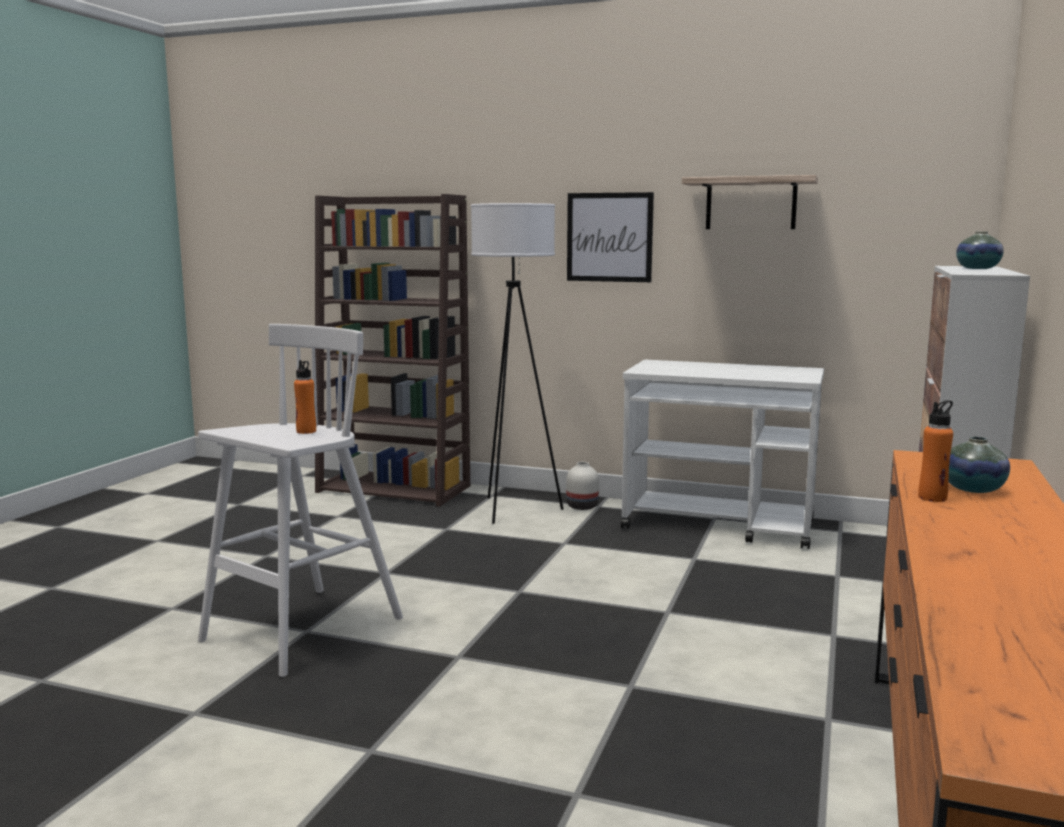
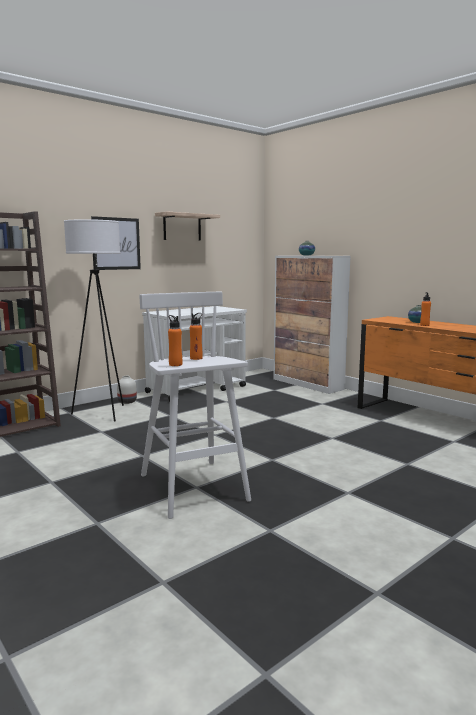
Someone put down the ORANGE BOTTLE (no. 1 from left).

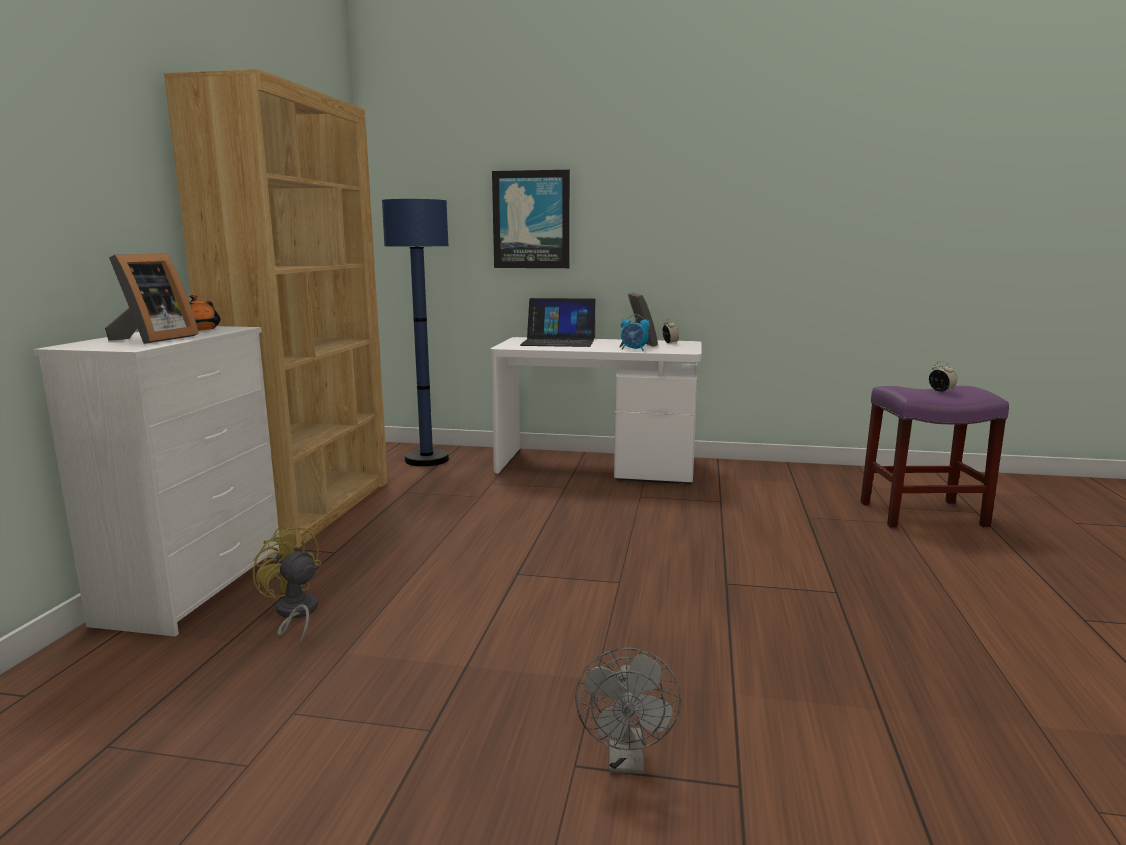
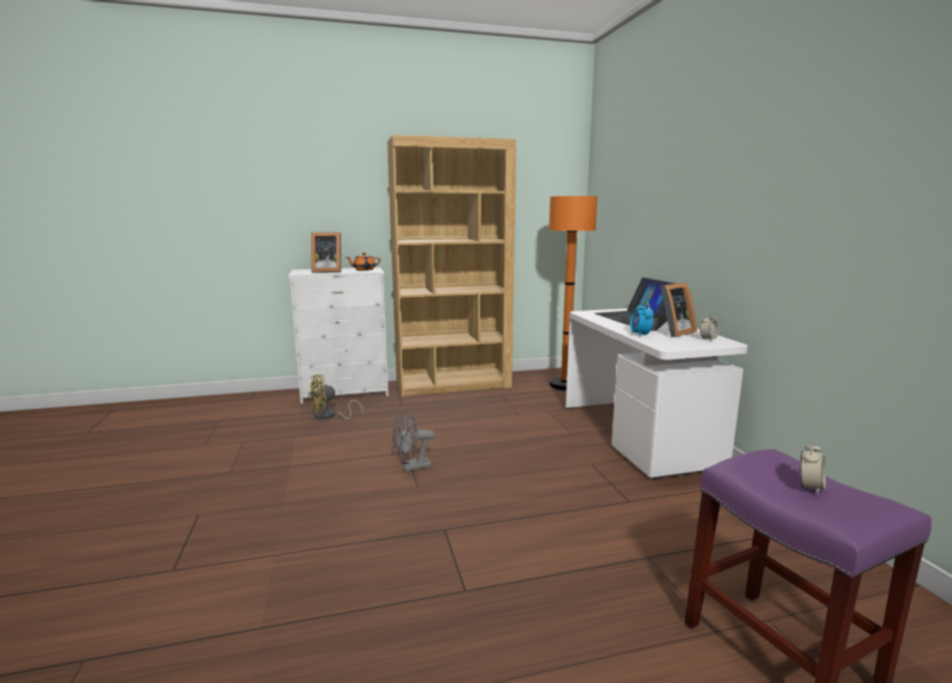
Someone rotated the YELLOW FAN by 135 degrees counterclockwise.
Someone repainted the BLUE FLOOR LAMP, which became the ORANGE FLOOR LAMP.
Someone took away the PICTURE.
Someone carried the GREY FAN.

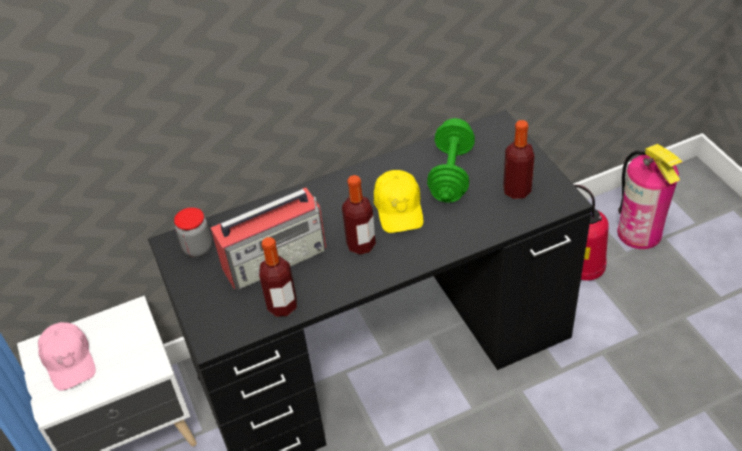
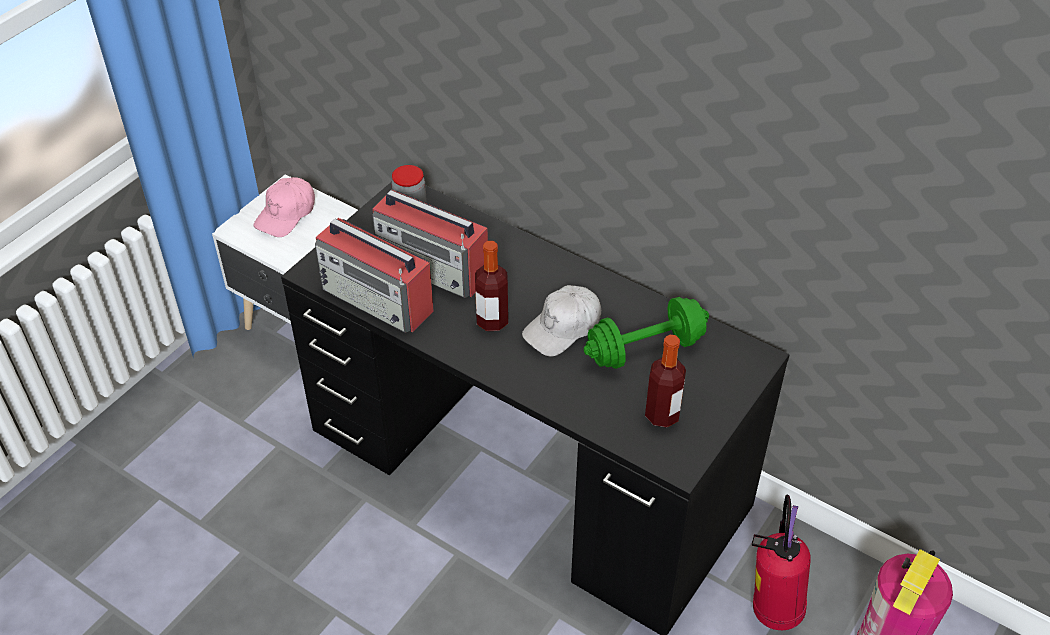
Someone swapped the BOTTLE (no. 1 from left) for the RADIO (no. 1 from left).
Someone repainted the YELLOW CAP, which became the WHITE CAP.

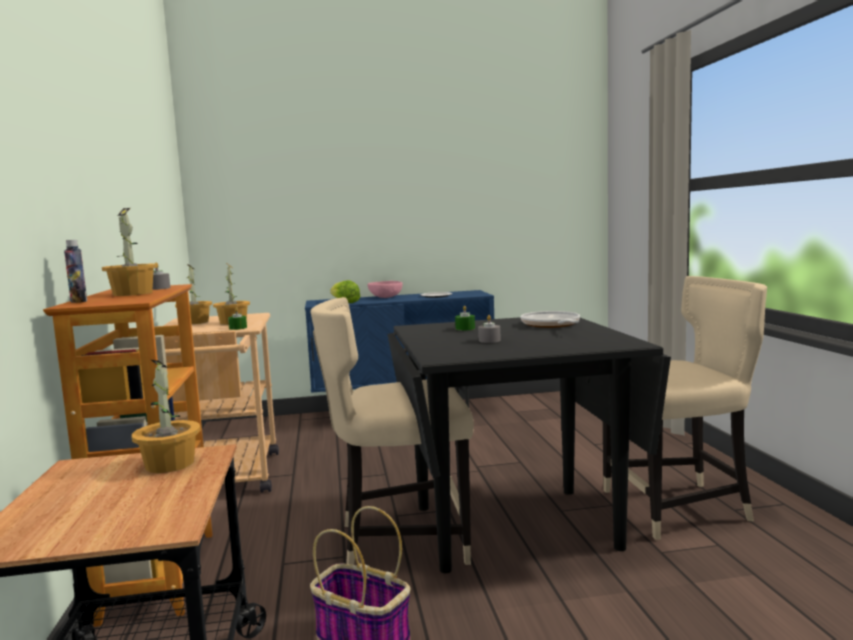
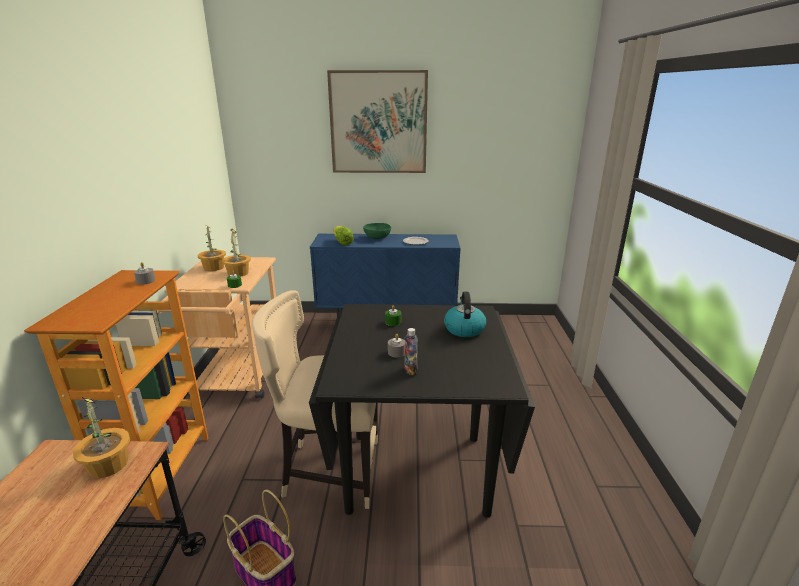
Someone carried the BOTTLE.
Someone took away the POTTED PLANT (no. 1 from left).
Someone repainted the PINK BOWL, which became the GREEN BOWL.
Someone swapped the FRYING PAN for the KETTLE.
Someone took away the BEIGE CHAIR (no. 2 from left).
Someone put up the PICTURE.

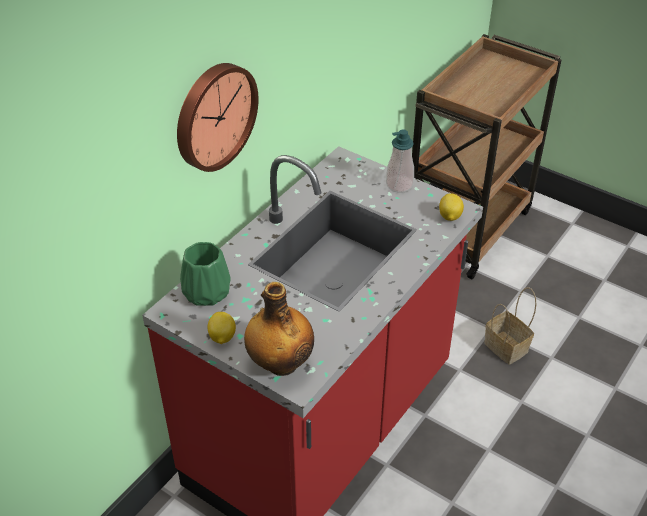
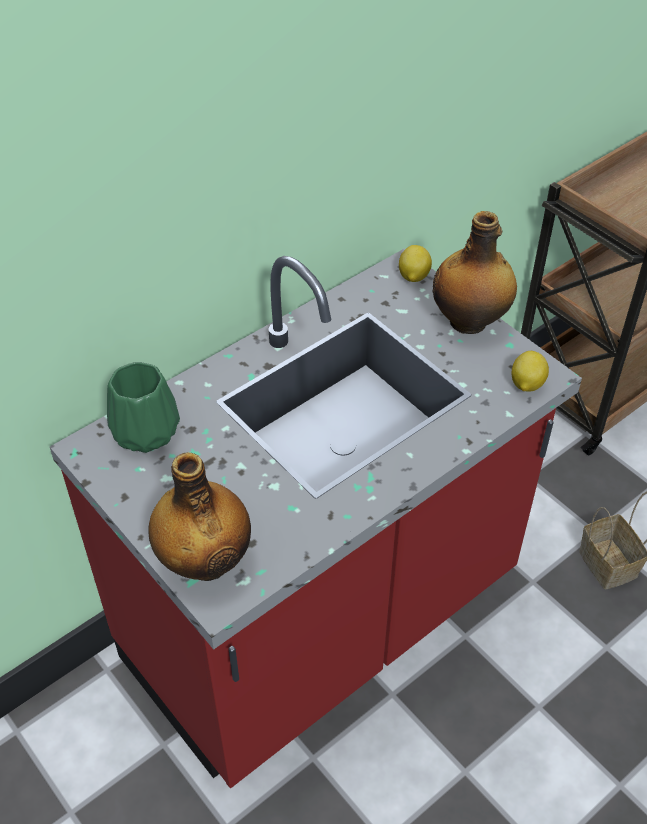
Someone took away the WALL CLOCK.
Someone carried the LEMON (no. 1 from left).
Someone swapped the SOAP DISPENSER for the BOTTLE (no. 2 from left).

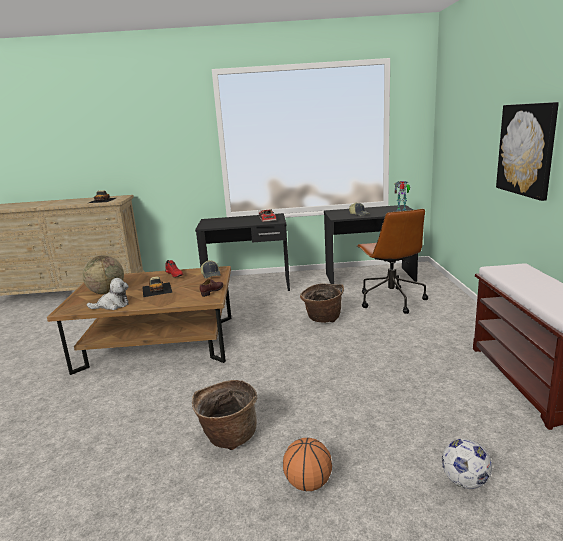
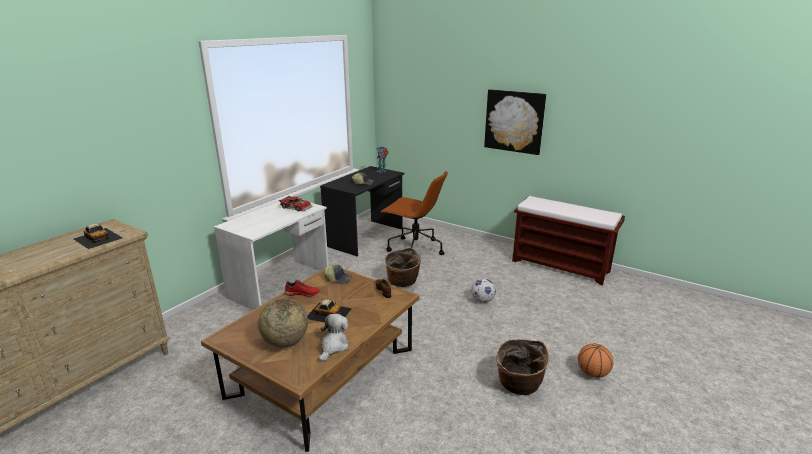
Someone repainted the BLACK DESK (no. 1 from left), which became the WHITE DESK.
Someone carried the FOOTBALL.

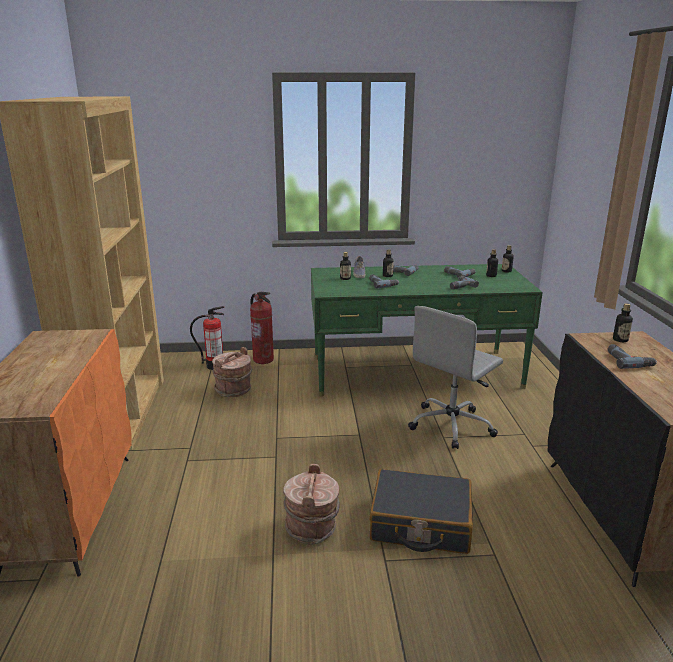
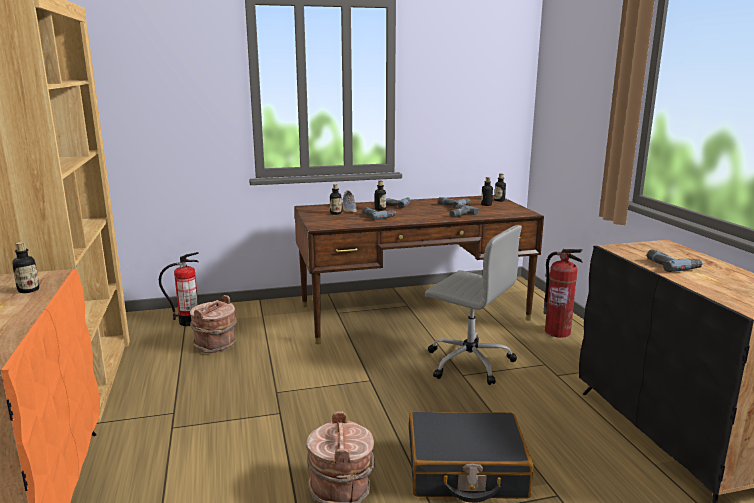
Someone carried the FIRE EXTINGUISHER (no. 2 from left).
Someone repainted the GREEN DESK, which became the BROWN DESK.
Someone rotated the GREY OFFICE CHAIR by 90 degrees counterclockwise.
Someone carried the BOTTLE (no. 5 from left in the first image).

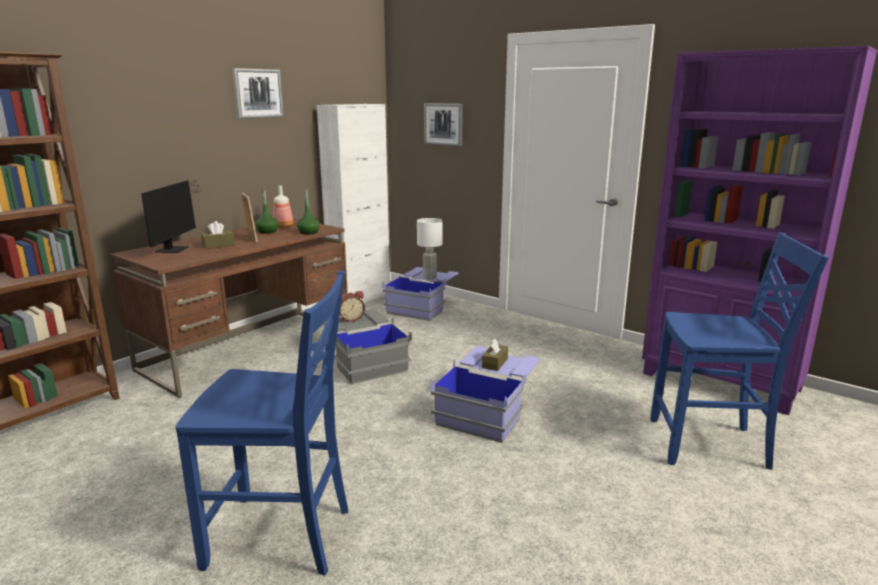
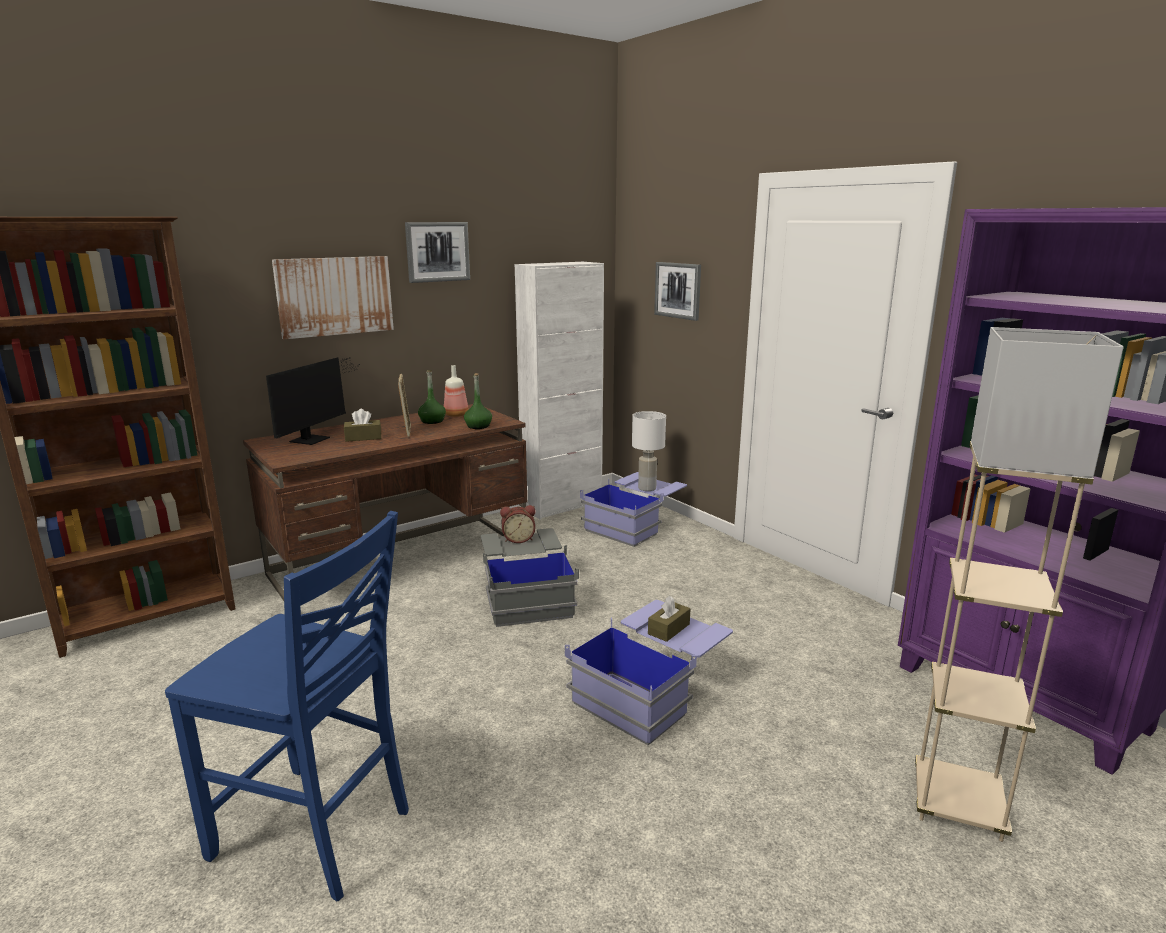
Someone swapped the BLUE CHAIR (no. 2 from left) for the BEIGE FLOOR LAMP.
Someone put up the PICTURE (no. 1 from left).

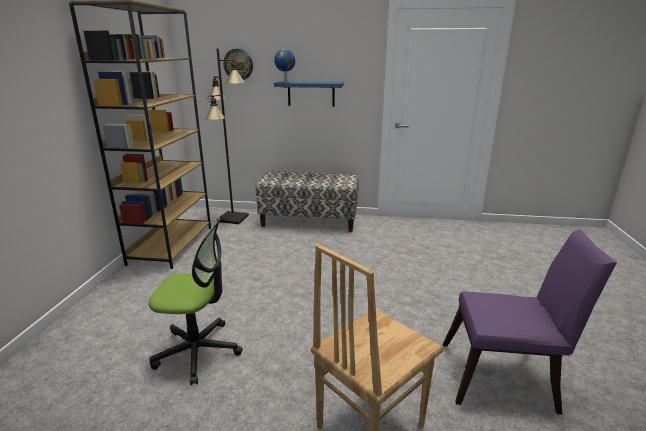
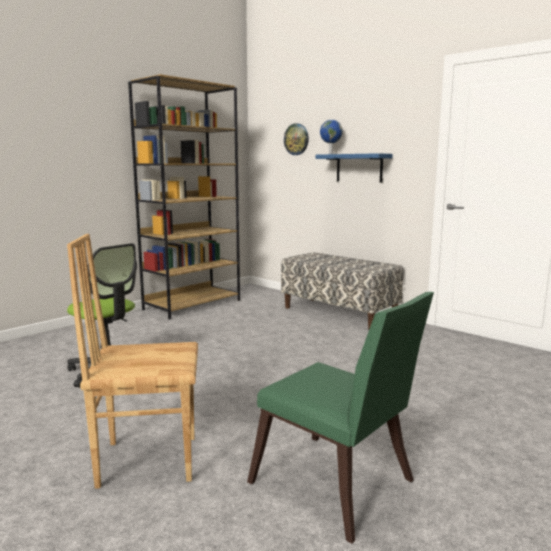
Someone took away the BLACK FLOOR LAMP.
Someone repainted the PURPLE CHAIR, which became the GREEN CHAIR.

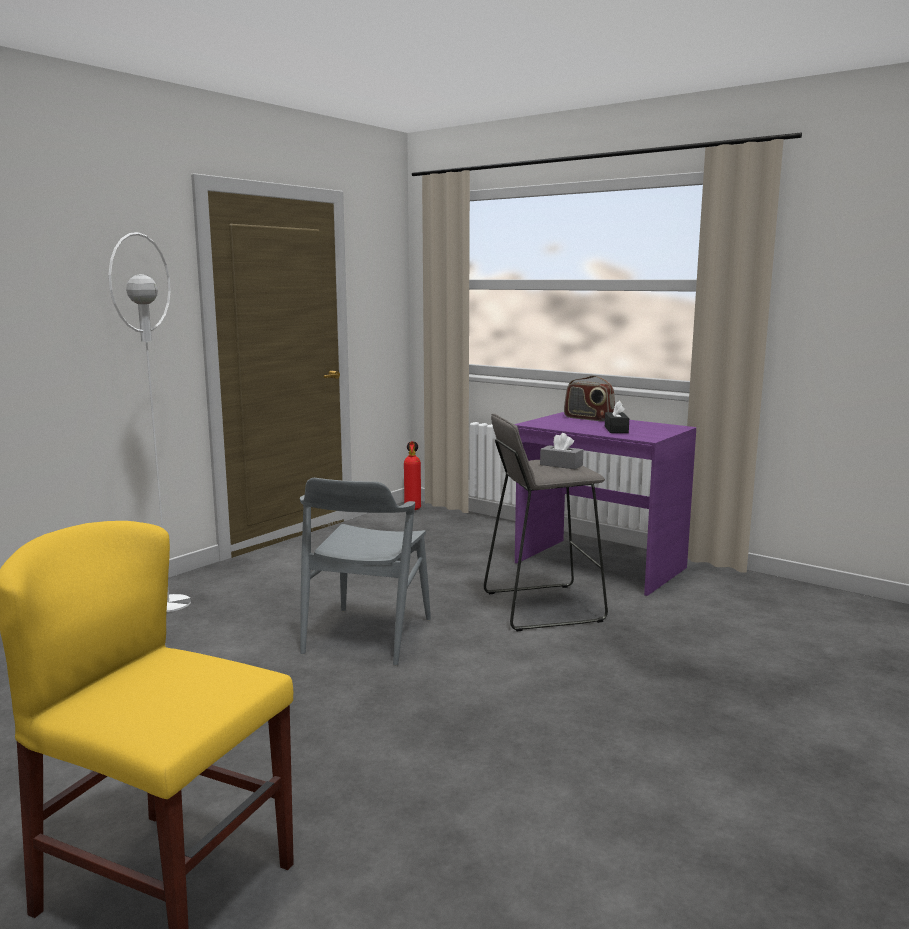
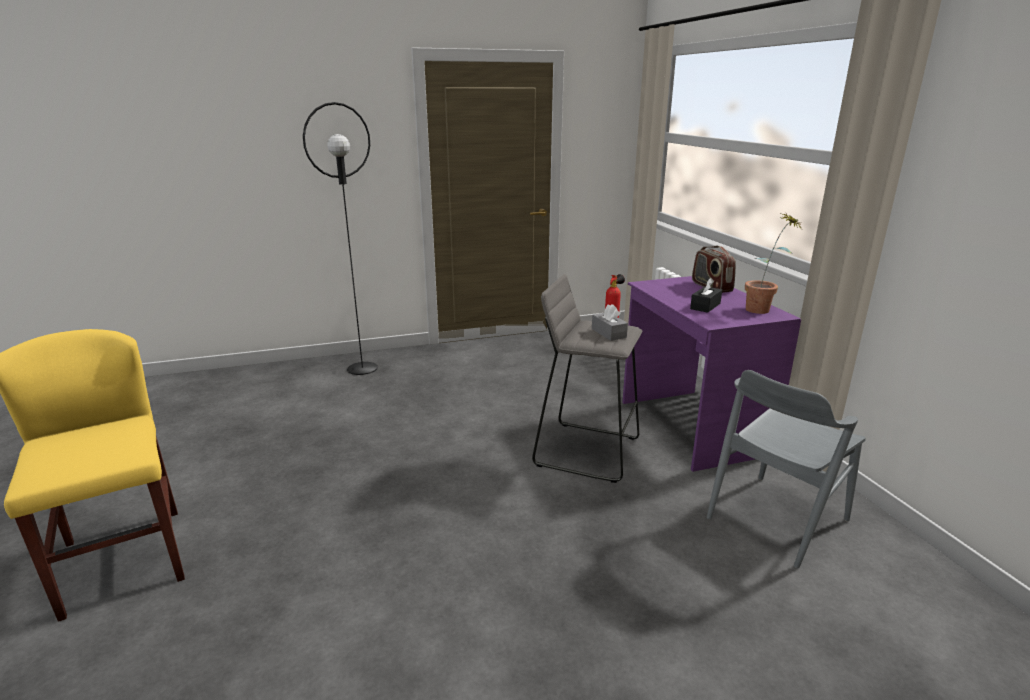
Someone repainted the WHITE FLOOR LAMP, which became the BLACK FLOOR LAMP.
Someone carried the GREY CHAIR.
Someone put down the POTTED PLANT.

